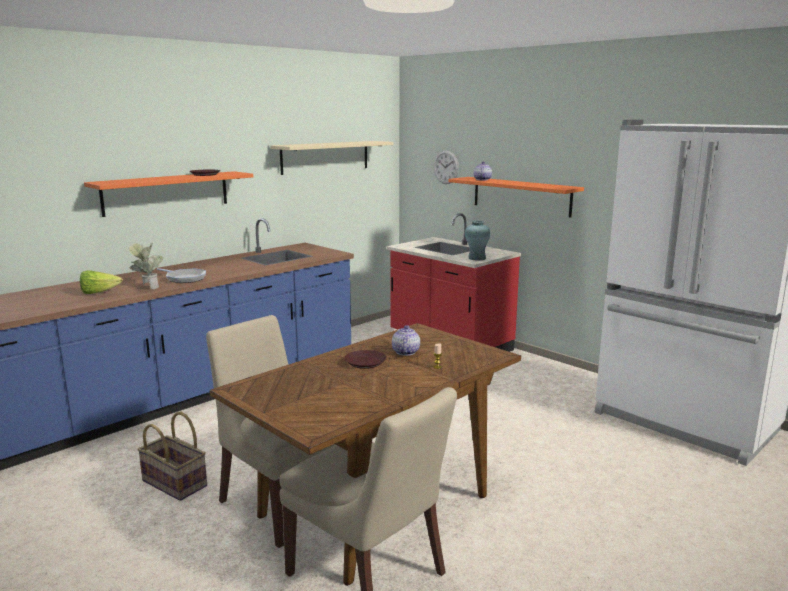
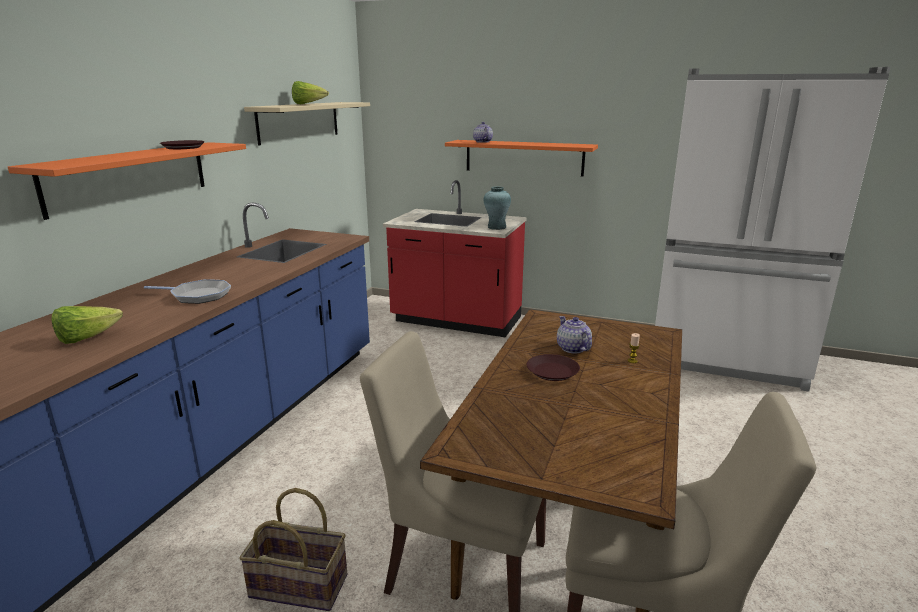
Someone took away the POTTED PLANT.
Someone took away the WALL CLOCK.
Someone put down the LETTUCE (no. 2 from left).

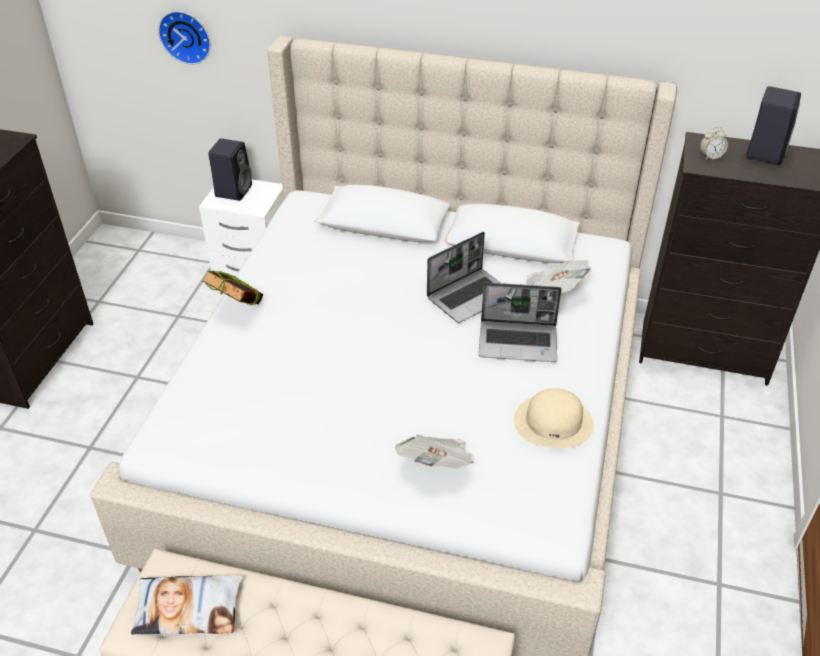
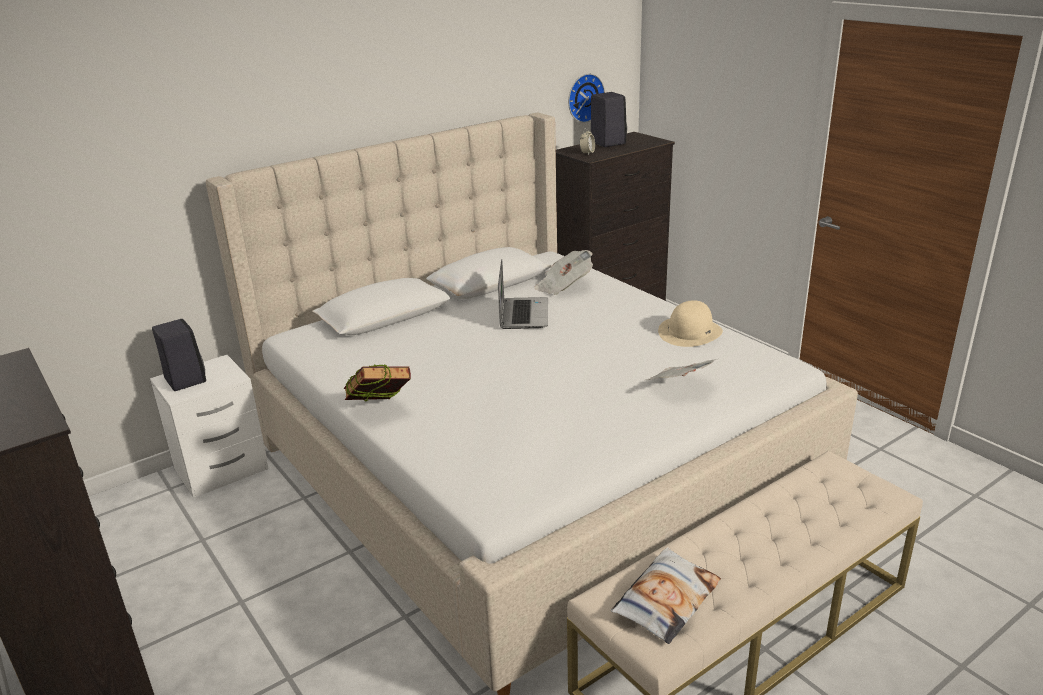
Someone carried the WALL CLOCK.
Someone took away the LAPTOP (no. 2 from left).

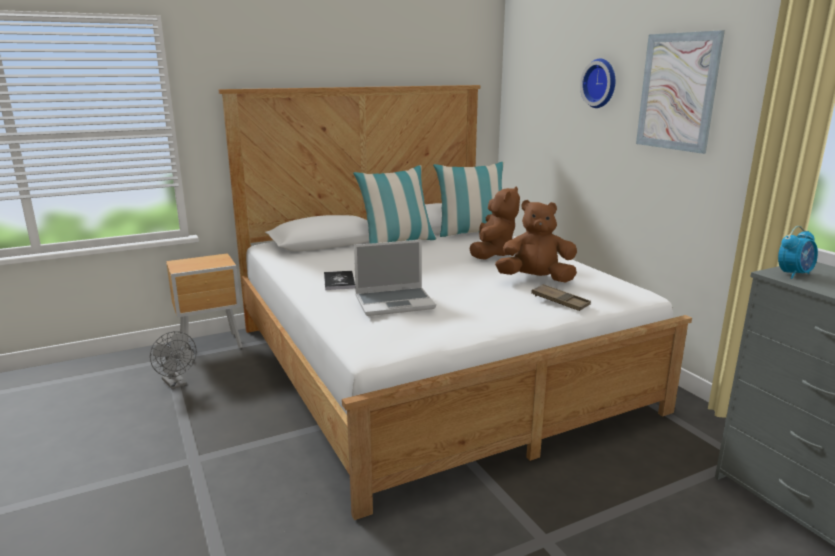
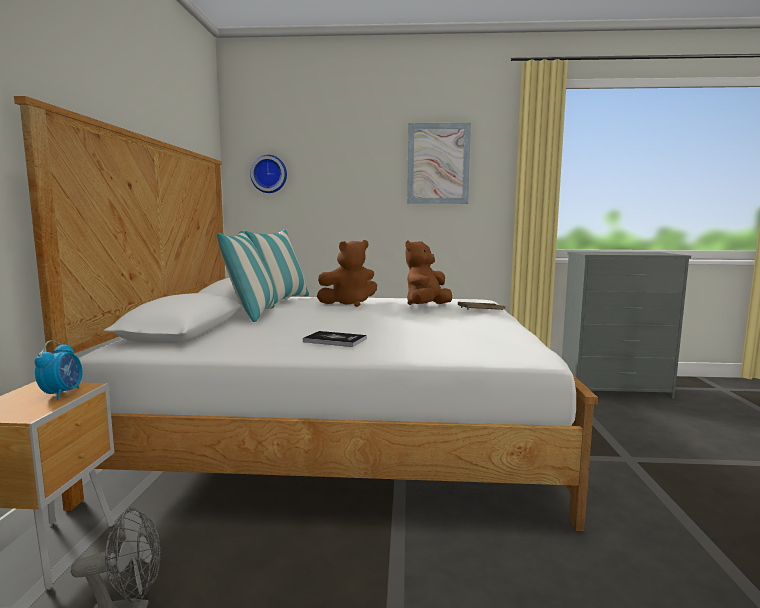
Someone took away the LAPTOP.
Someone rotated the BROWN PLUSH TOY (no. 1 from left) by 105 degrees clockwise.
Someone carried the WALL CLOCK.
Someone carried the ALARM CLOCK.

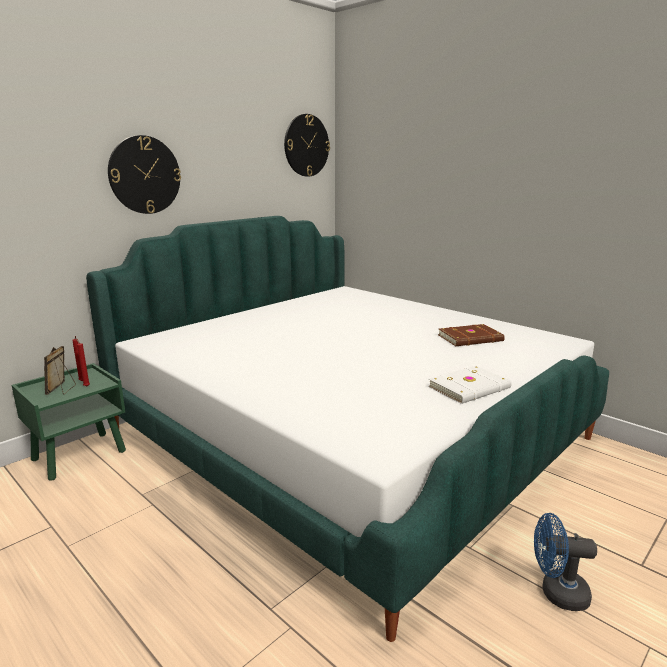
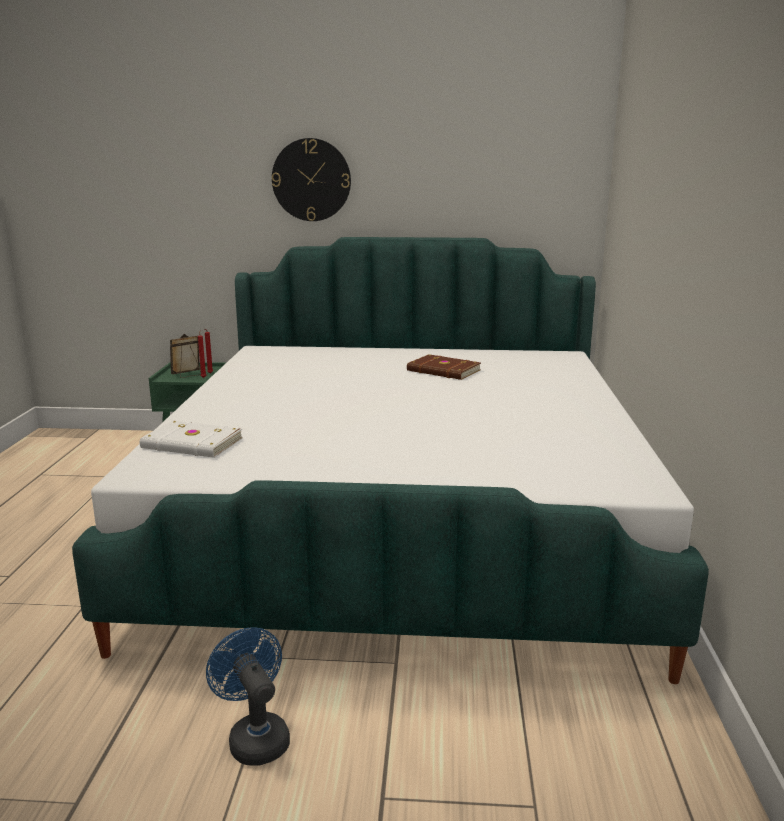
Someone took away the WALL CLOCK (no. 2 from left).
Someone carried the WHITE BOOK.
Someone carried the BROWN BOOK.

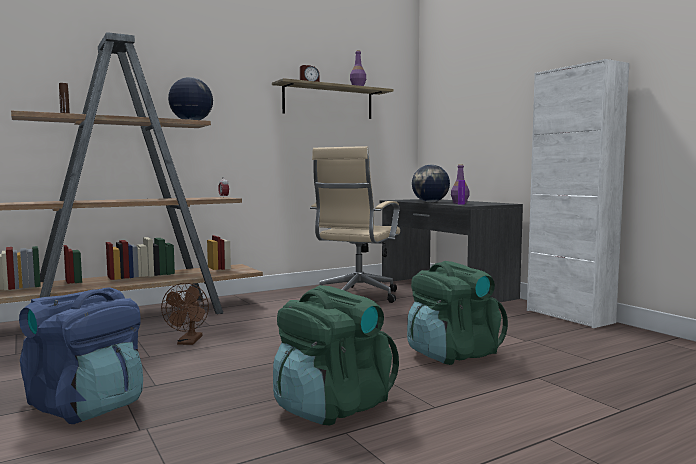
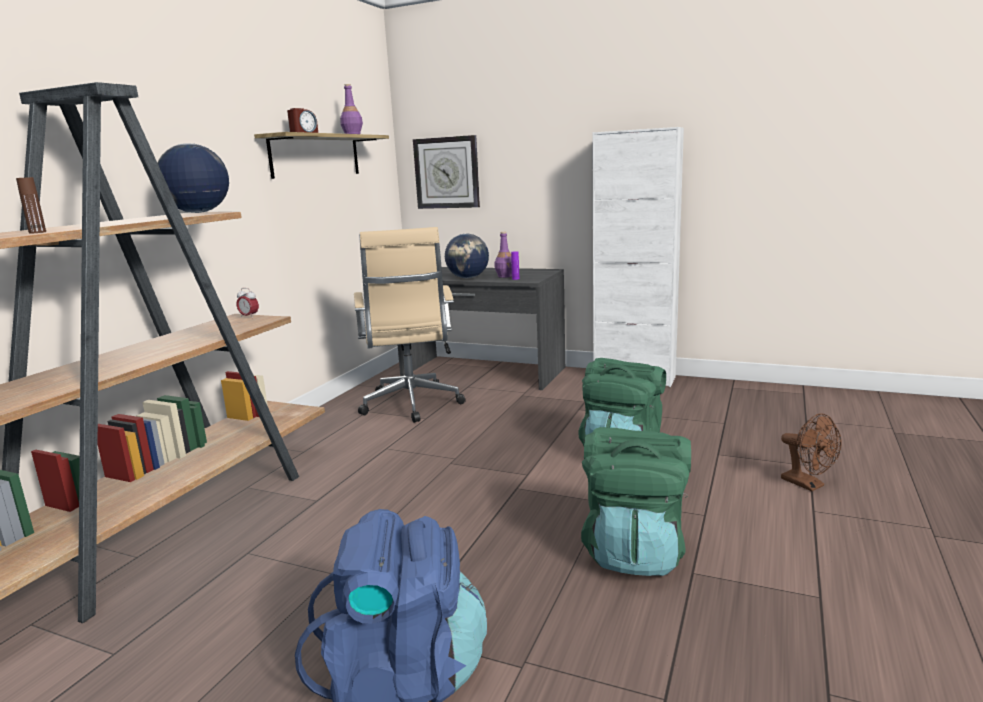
Someone carried the BROWN FAN.
Someone put up the WALL CLOCK.

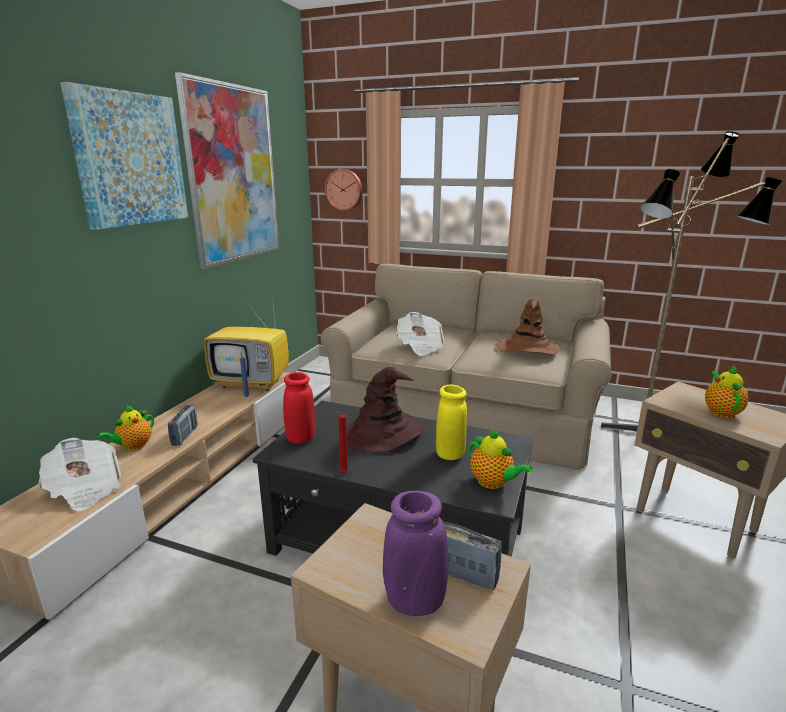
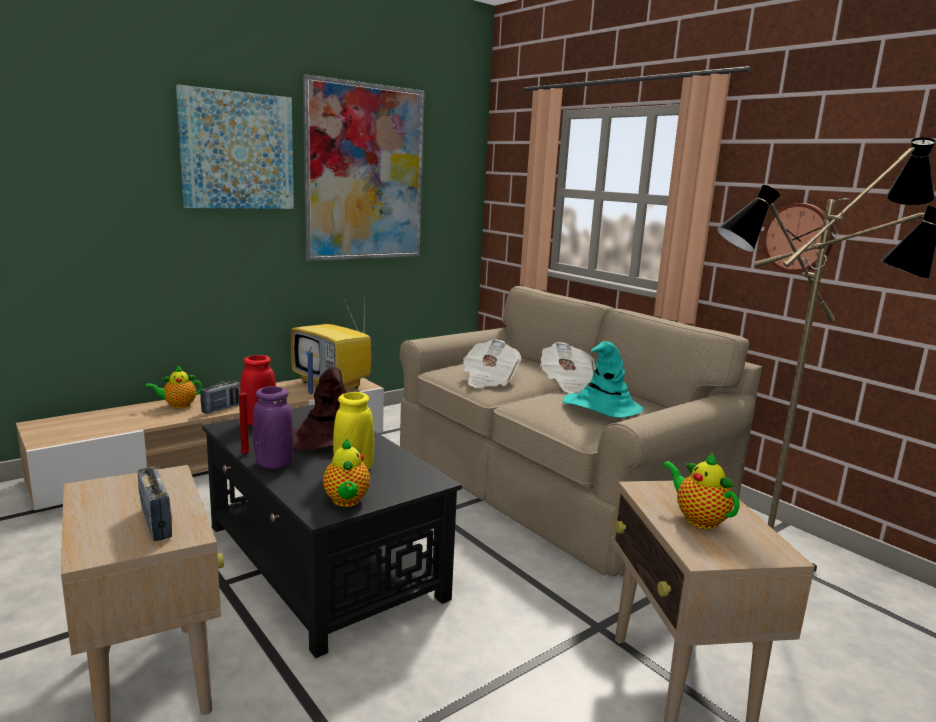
Someone carried the NEWSPAPER (no. 1 from left in the first image).
Someone carried the WALL CLOCK.
Someone carried the PURPLE VASE.
Someone repainted the BROWN HAT (no. 2 from left), which became the TURQUOISE HAT.
Someone rotated the TEAPOT (no. 3 from left) by 75 degrees counterclockwise.

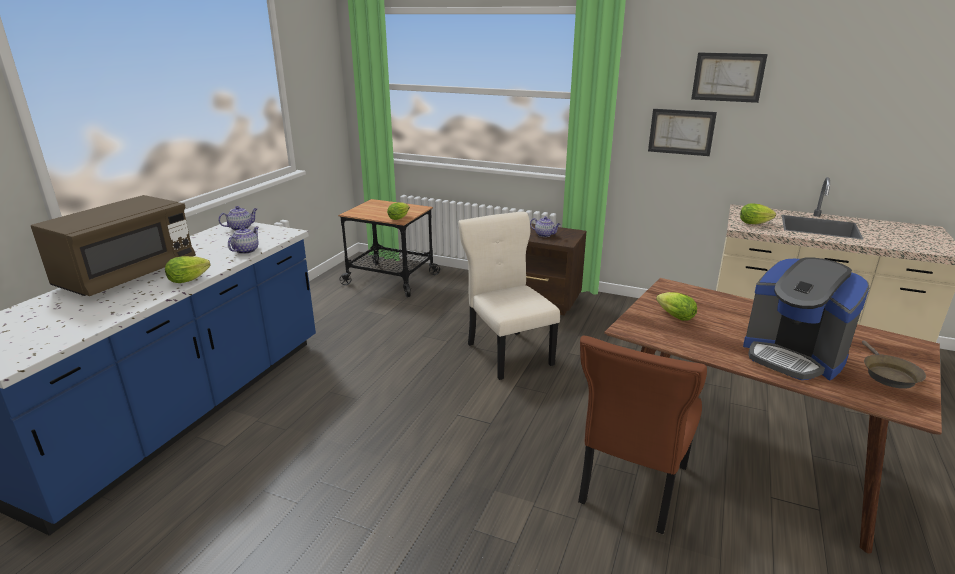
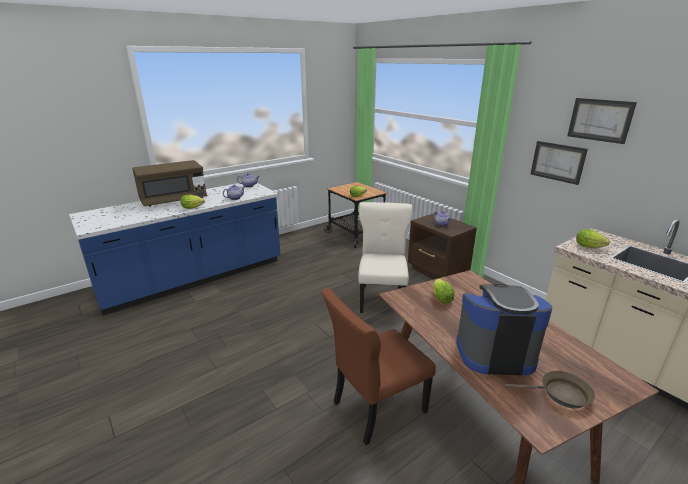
Someone rotated the COFFEE MACHINE by 105 degrees clockwise.
Someone rotated the BROWN FRYING PAN by 120 degrees counterclockwise.

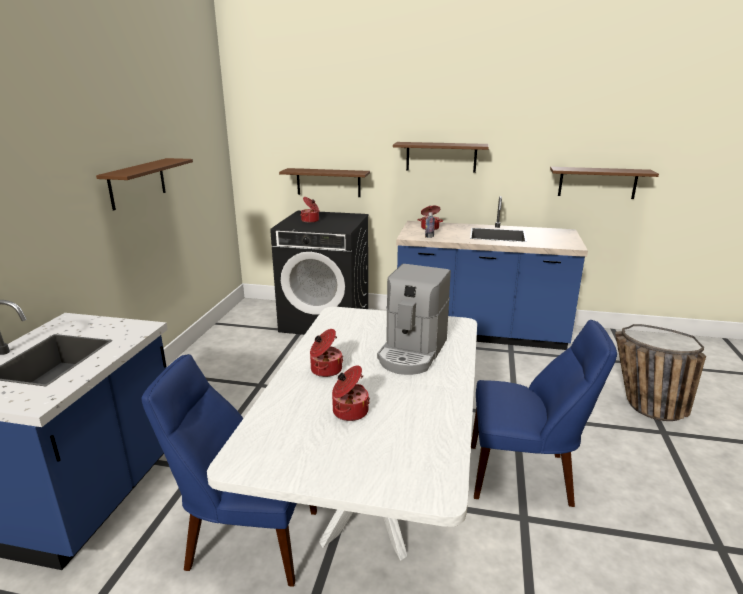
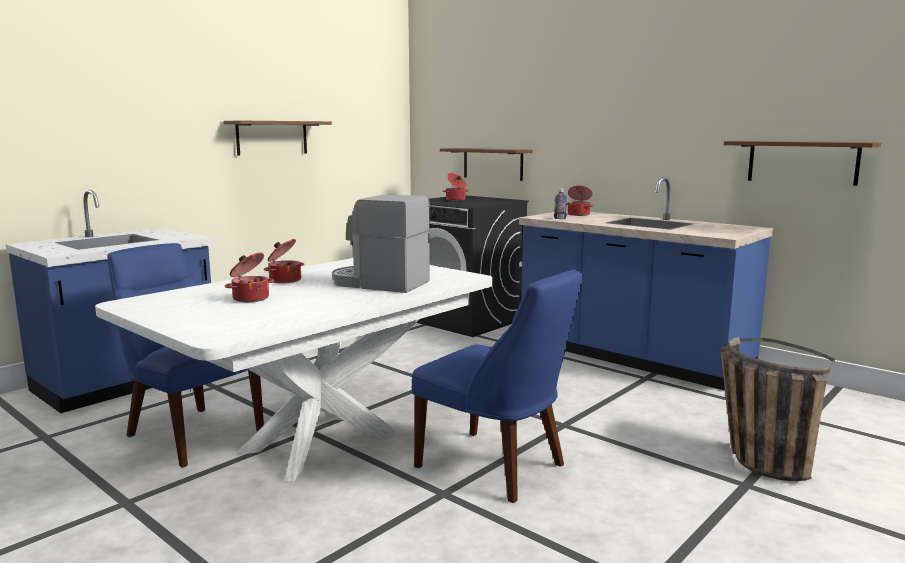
Someone rotated the COFFEE MACHINE by 60 degrees clockwise.
Someone took away the BROWN SHELF (no. 3 from left).

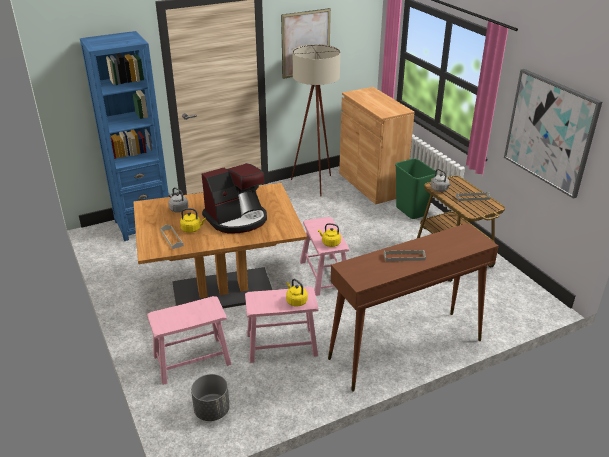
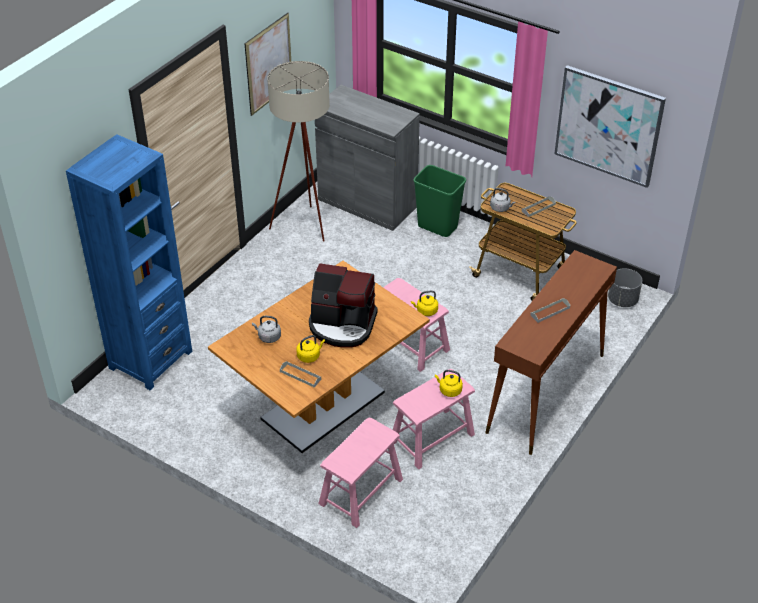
Someone carried the GREY PLANTER.
Someone rotated the COFFEE MACHINE by 75 degrees clockwise.
Someone repainted the BROWN CABINET, which became the GREY CABINET.

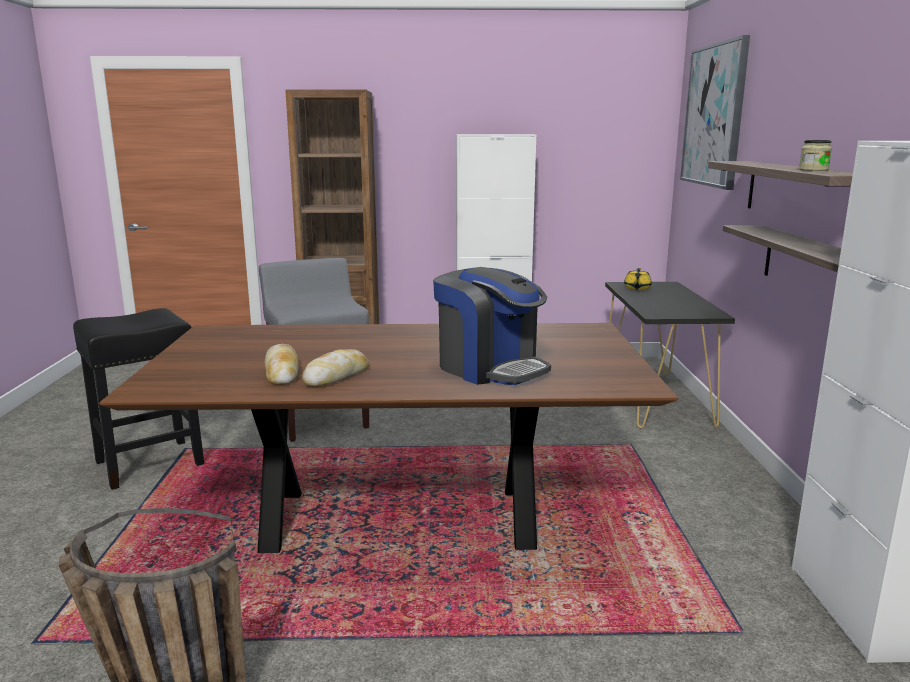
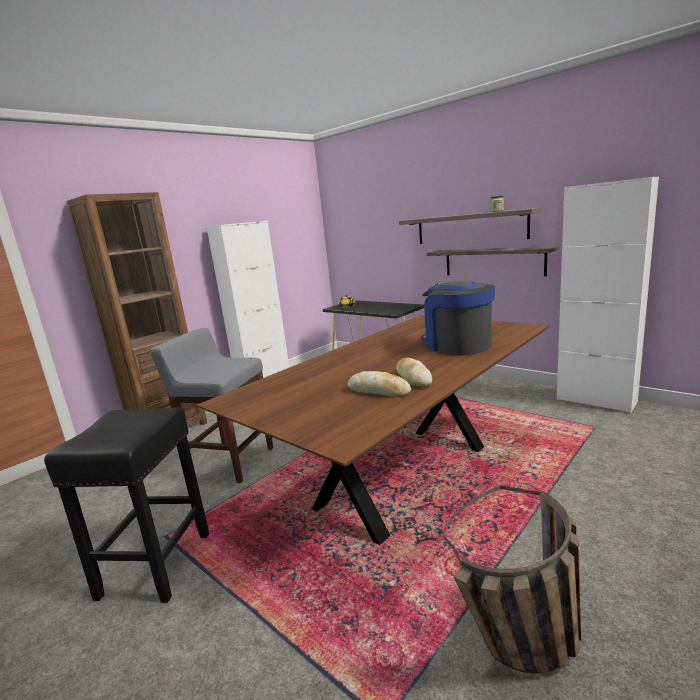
Someone rotated the COFFEE MACHINE by 120 degrees counterclockwise.
Someone took away the PICTURE.

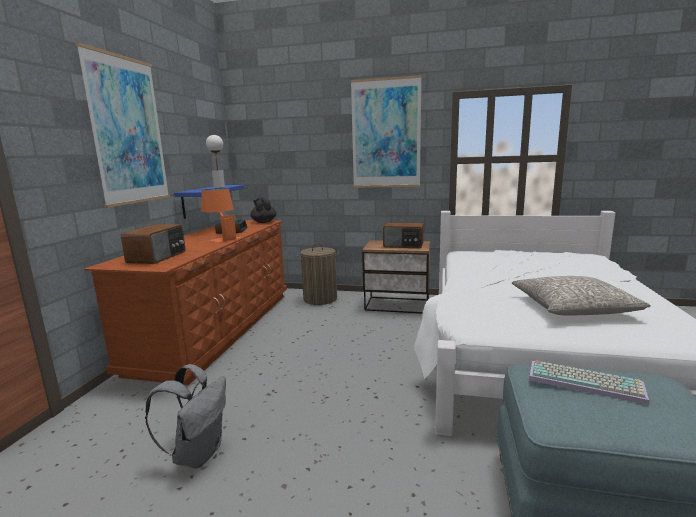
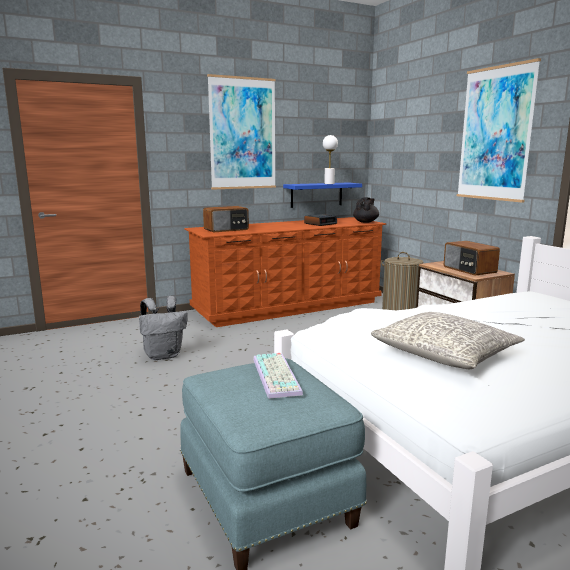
Someone took away the ORANGE TABLE LAMP.

